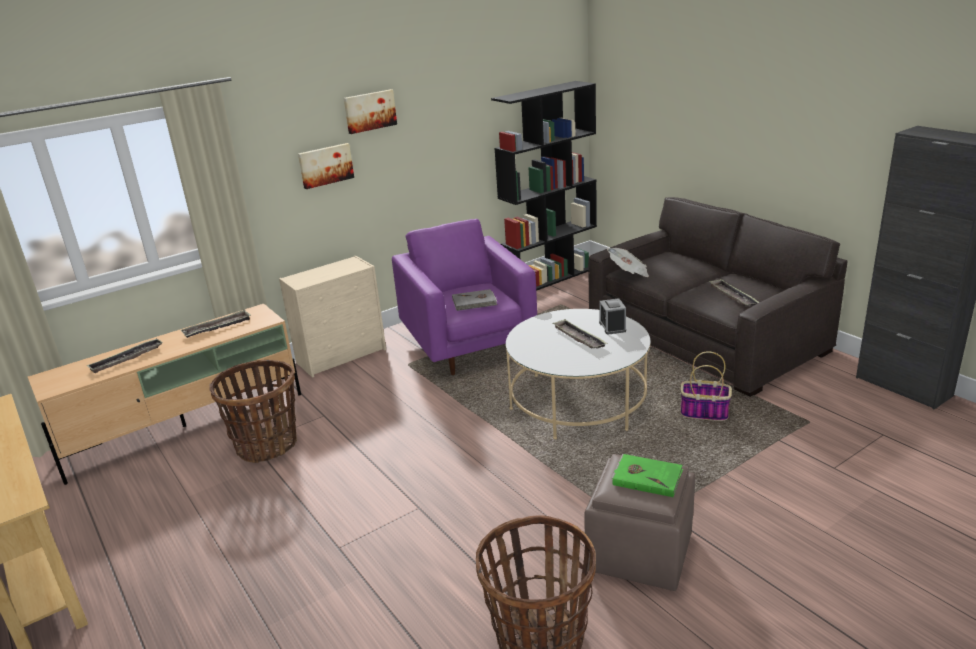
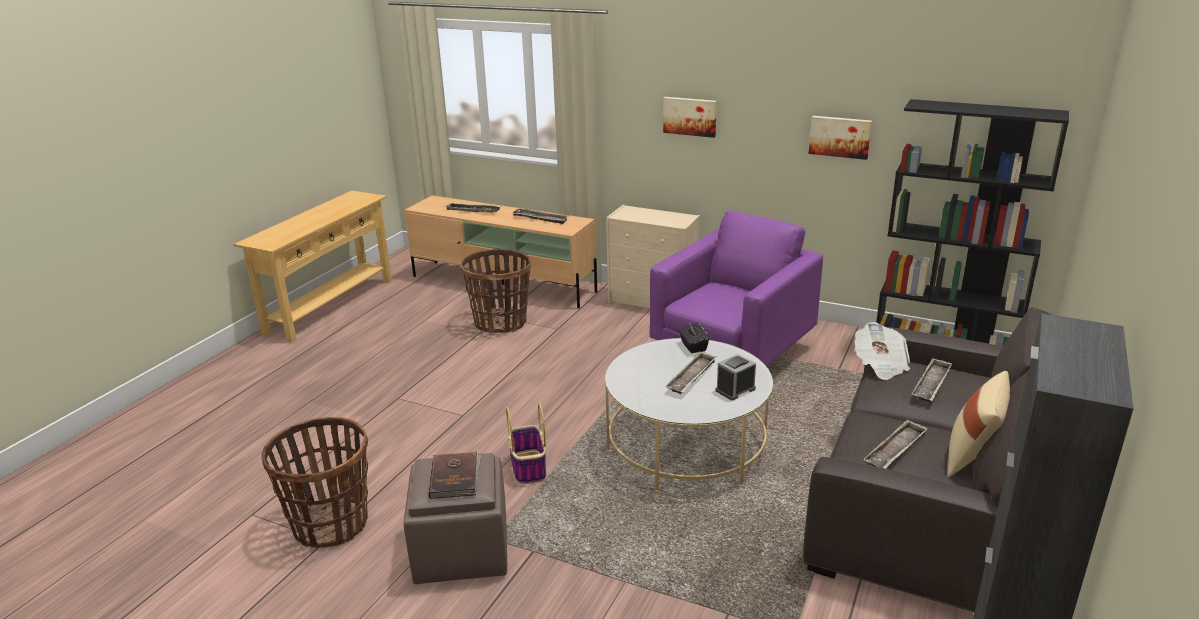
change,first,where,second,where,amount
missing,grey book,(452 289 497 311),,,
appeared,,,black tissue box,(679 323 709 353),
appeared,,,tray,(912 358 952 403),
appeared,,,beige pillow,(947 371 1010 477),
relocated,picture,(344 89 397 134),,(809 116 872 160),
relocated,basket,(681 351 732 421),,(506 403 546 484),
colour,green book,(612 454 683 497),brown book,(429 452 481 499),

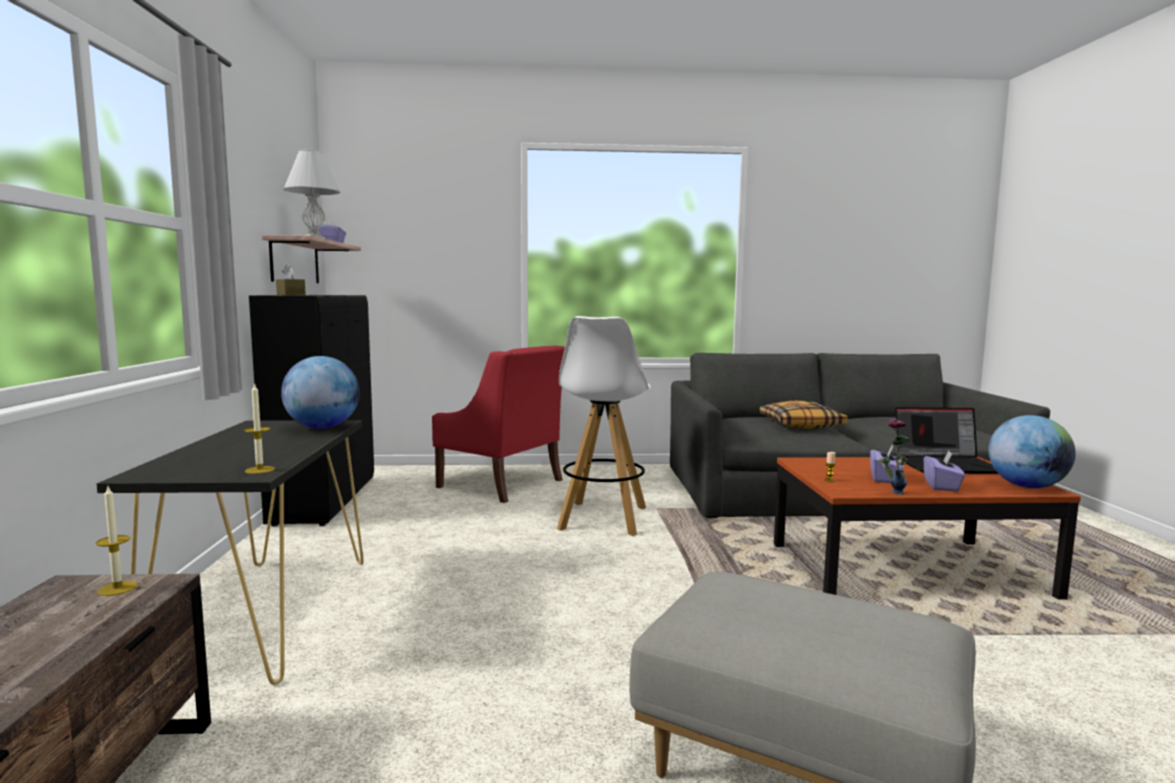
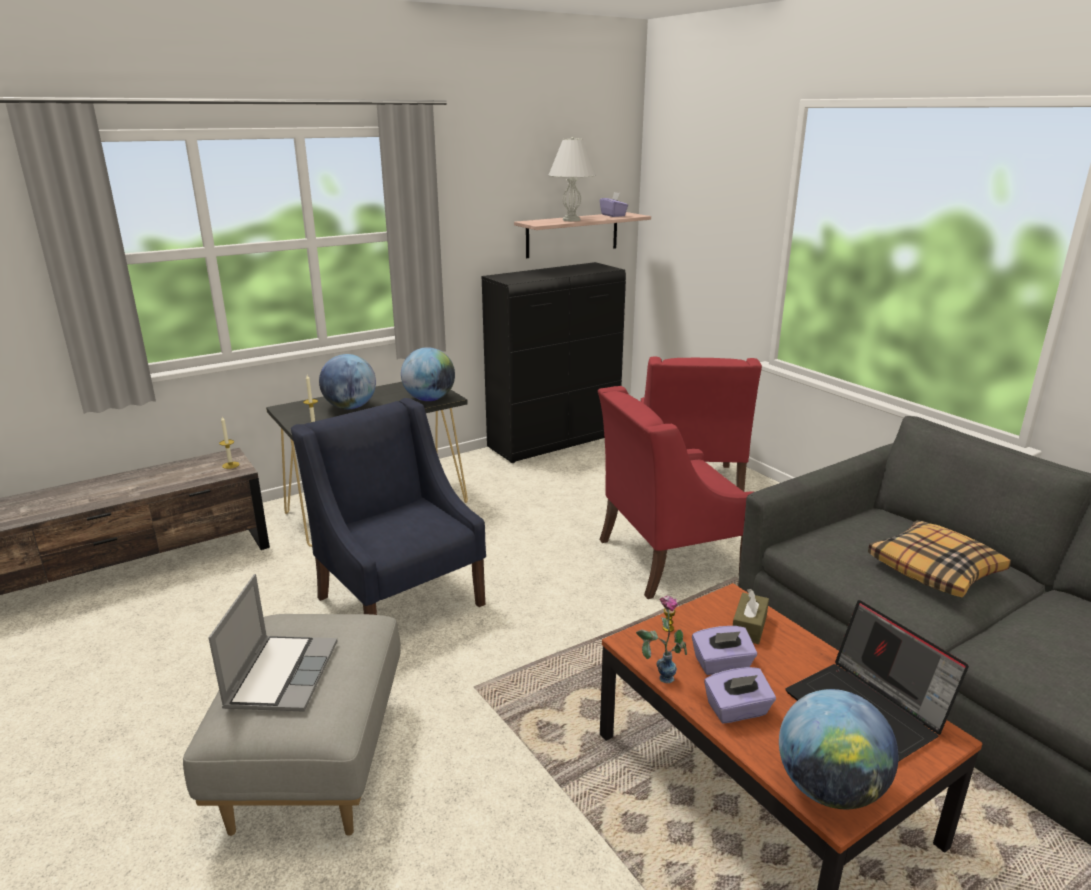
change,first,where,second,where,amount
appeared,,,laptop,(208 574 337 712),
appeared,,,blue armchair,(291 398 486 615),
appeared,,,globe,(319 354 376 409),
relocated,brown tissue box,(276 264 306 295),,(733 589 769 644),
exchanged,white stool,(557 316 650 536),red armchair,(598 386 753 599),

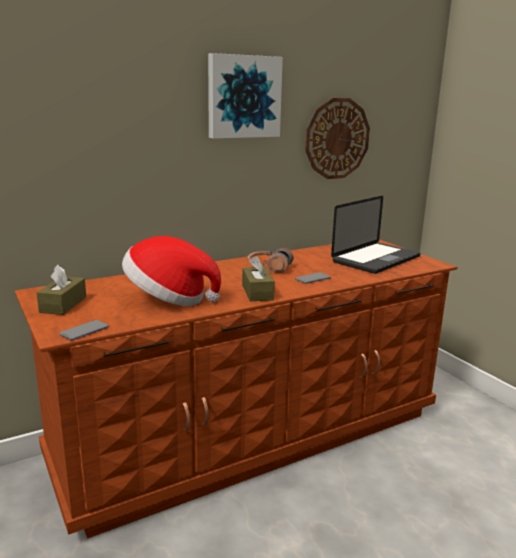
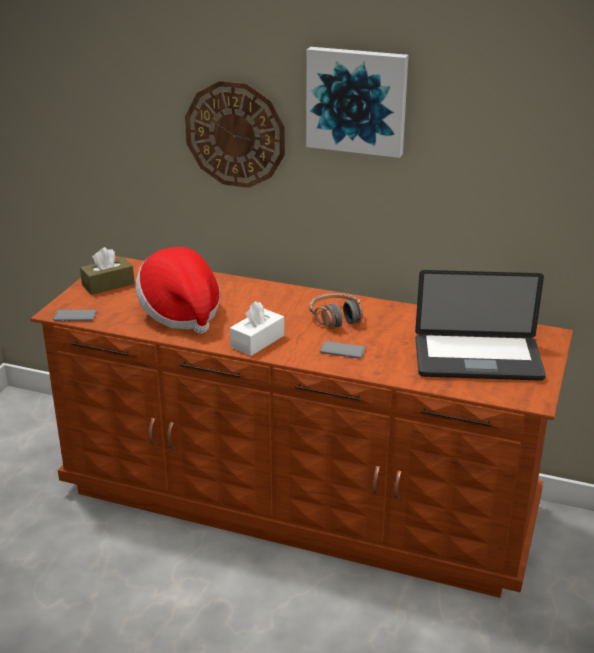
change,first,where,second,where,amount
relocated,wall clock,(305 98 370 179),,(185 81 285 188),
colour,brown tissue box,(242 256 275 301),white tissue box,(230 301 284 356),

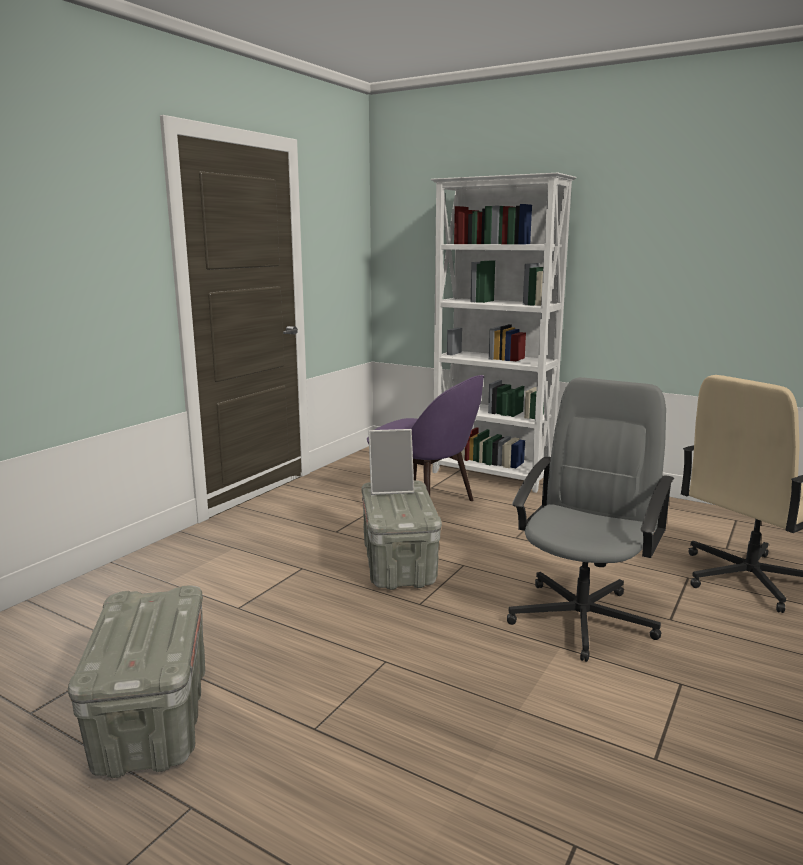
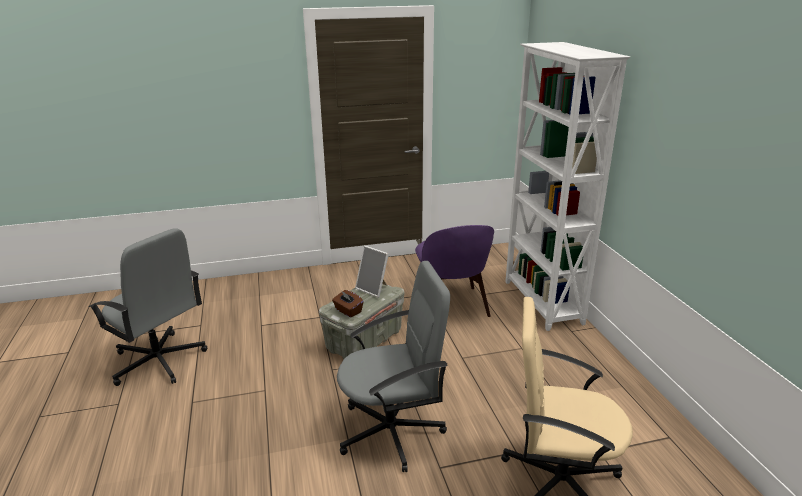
change,first,where,second,where,amount
appeared,,,brown tissue box,(332 290 364 317),
exchanged,grey storage box,(68 586 205 778),grey office chair,(89 228 207 386),

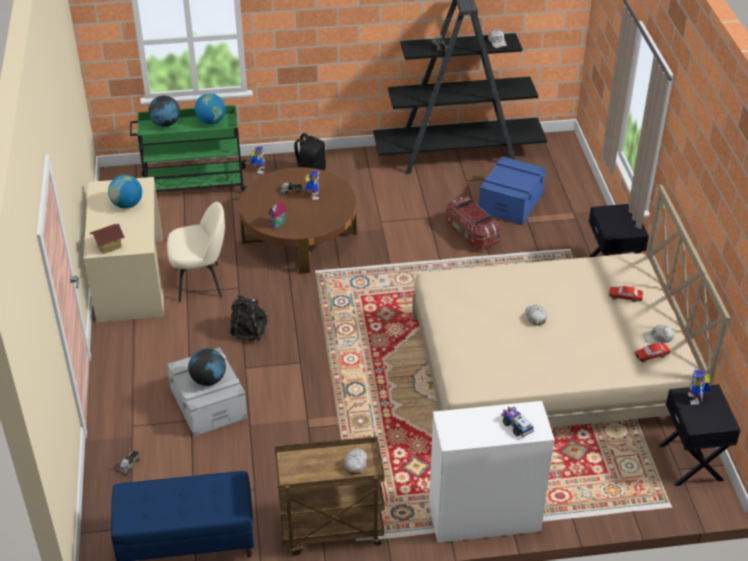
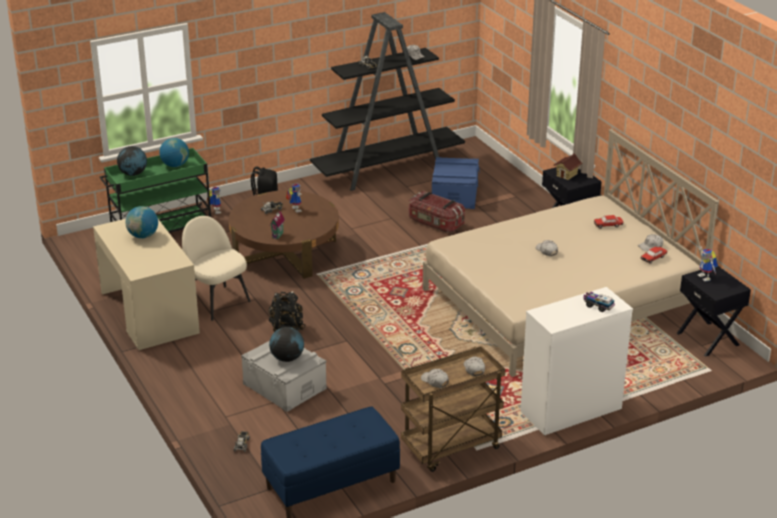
change,first,where,second,where,amount
appeared,,,white cap,(421 369 449 388),
relocated,toy house,(90 224 125 254),,(553 154 582 180),
spun,beige chair,(167 202 225 302),,(182 216 251 321),105 degrees counterclockwise

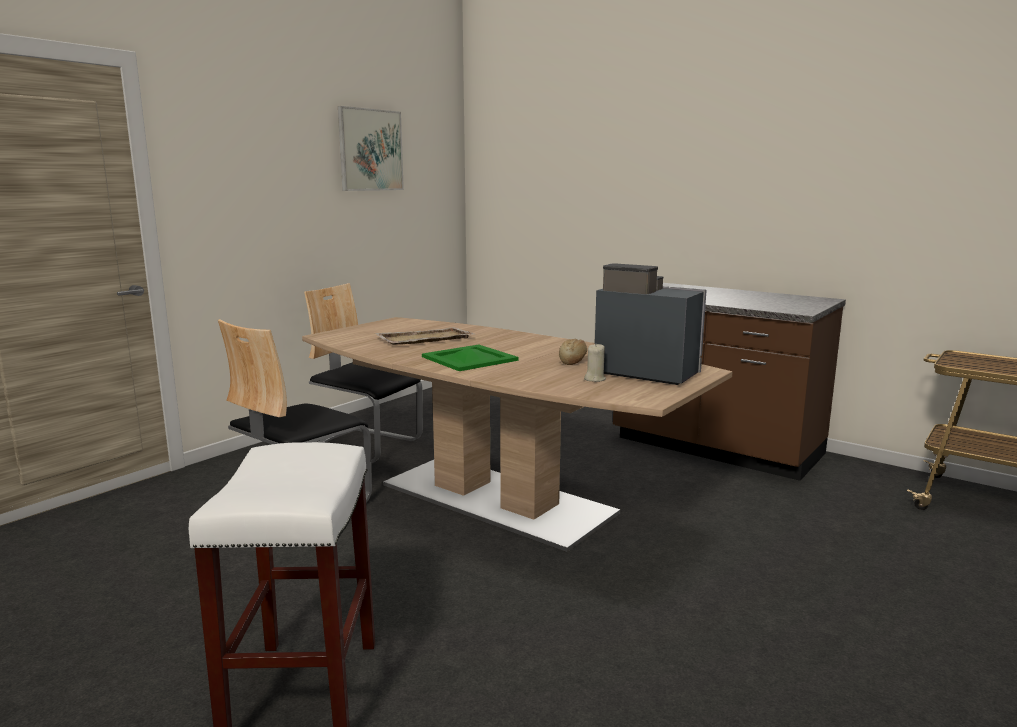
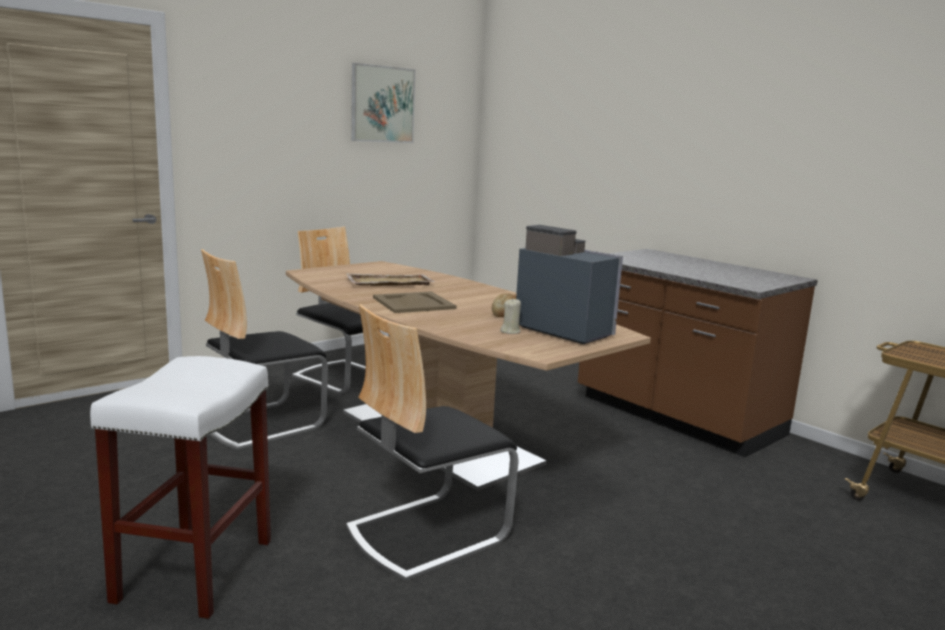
change,first,where,second,where,amount
appeared,,,chair,(346 304 519 581),
colour,green tray,(422 345 519 371),beige tray,(373 291 457 313),

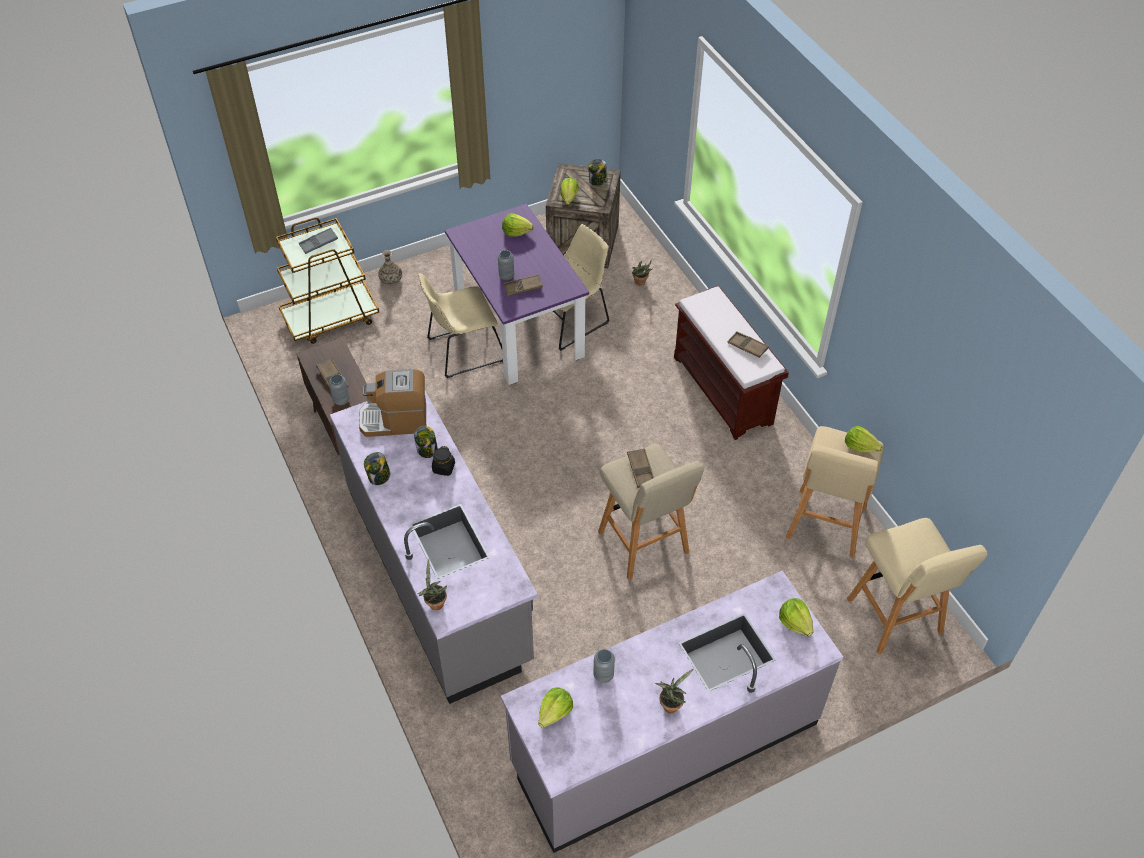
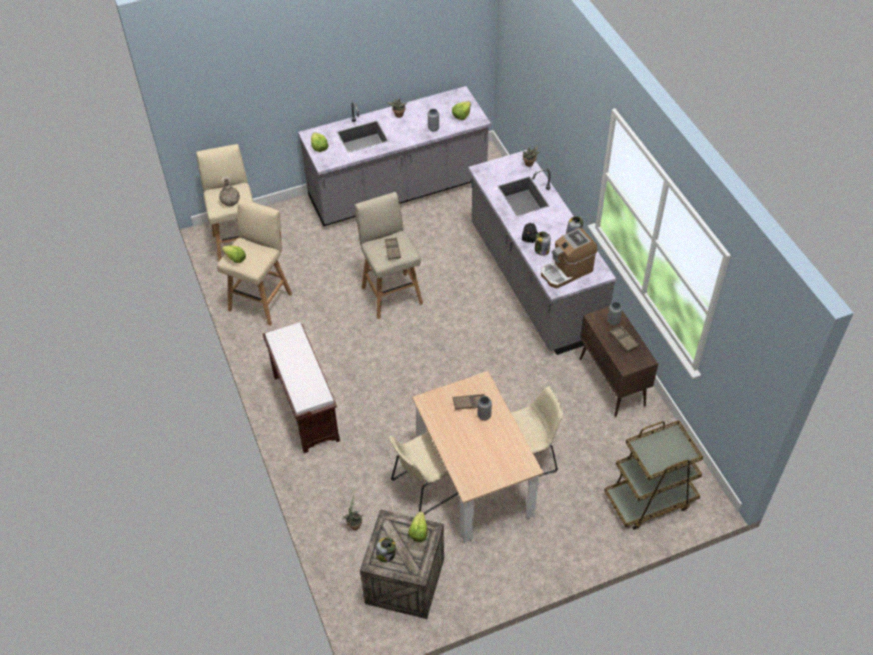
change,first,where,second,where,amount
missing,grey tray,(299 228 338 254),,,
missing,lettuce,(502 213 534 237),,,
missing,brown tray,(728 331 769 358),,,
relocated,vase,(378 250 402 286),,(219 176 240 206),
colour,purple dining table,(445 204 589 385),beige dining table,(412 371 543 543),
spun,coffee machine,(359 369 426 437),,(541 228 598 288),150 degrees clockwise

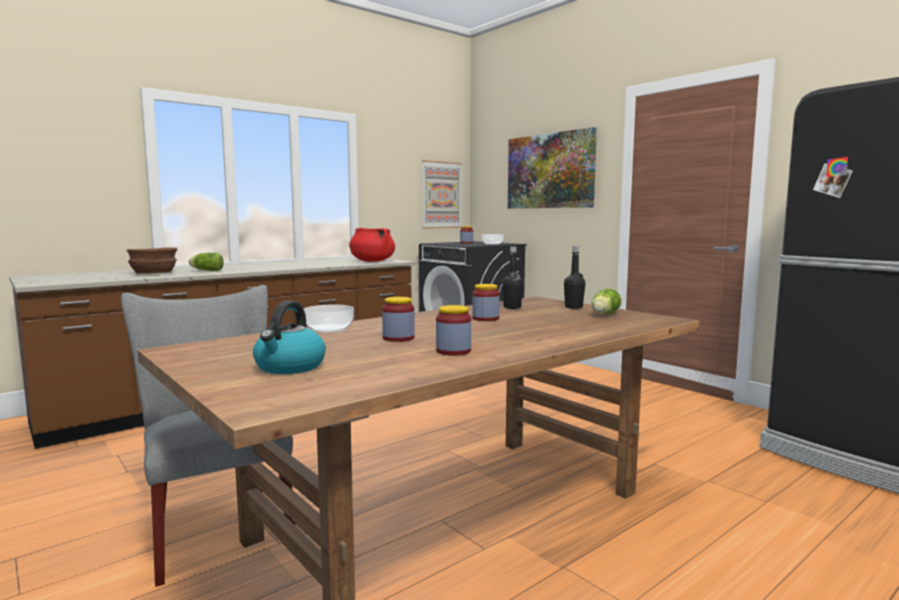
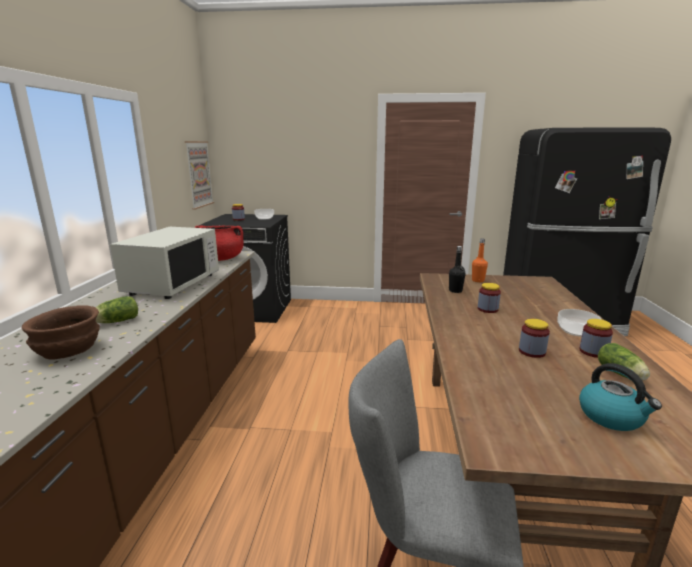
change,first,where,second,where,amount
missing,picture,(508 127 597 208),,,
appeared,,,white microwave,(110 227 219 299),
relocated,bowl,(304 305 354 333),,(557 309 602 337),
relocated,lettuce,(592 289 621 315),,(598 343 650 381),
colour,black bottle,(564 246 586 309),orange bottle,(472 239 488 282),

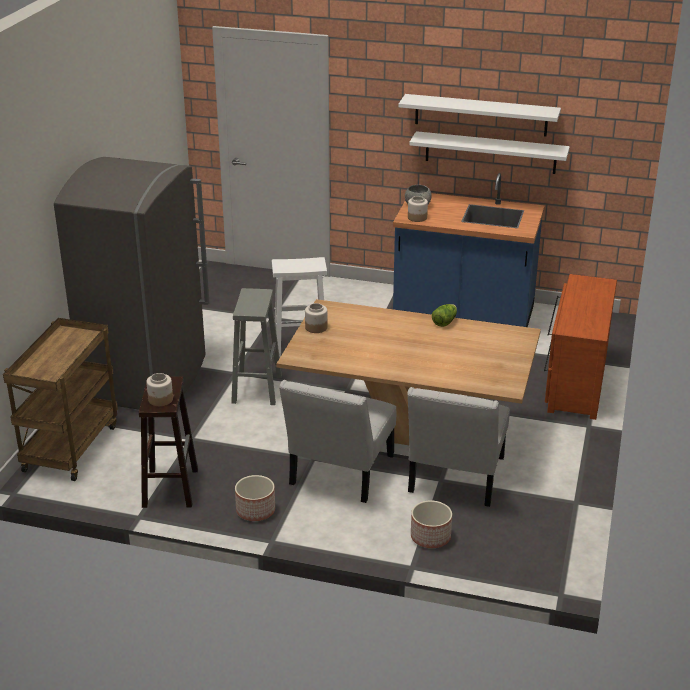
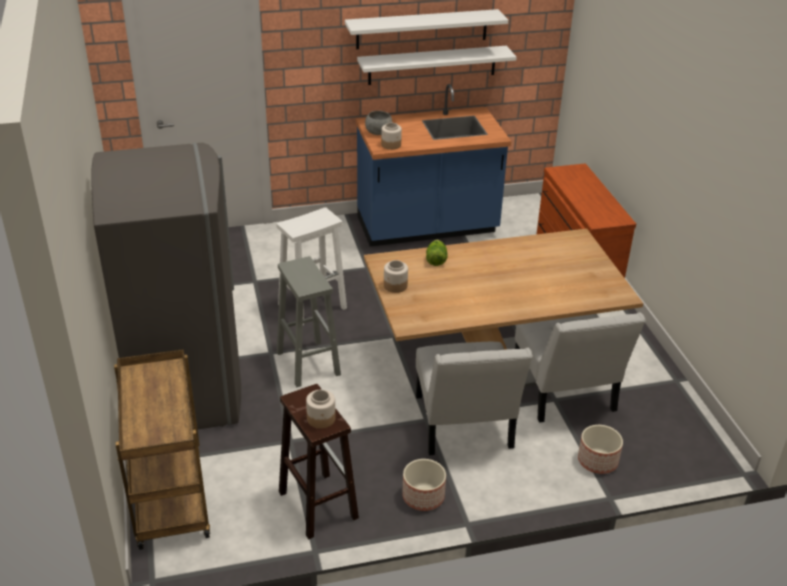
change,first,where,second,where,amount
relocated,lettuce,(432 304 457 327),,(426 240 448 266),

